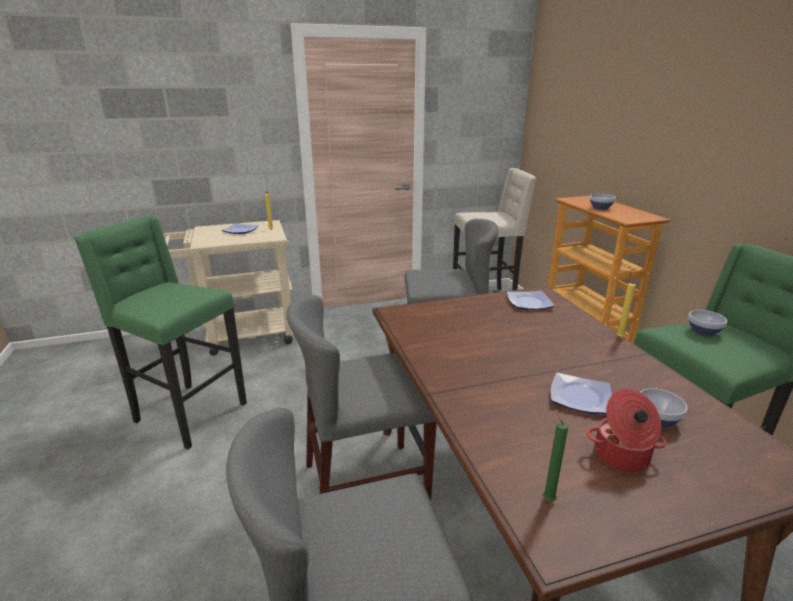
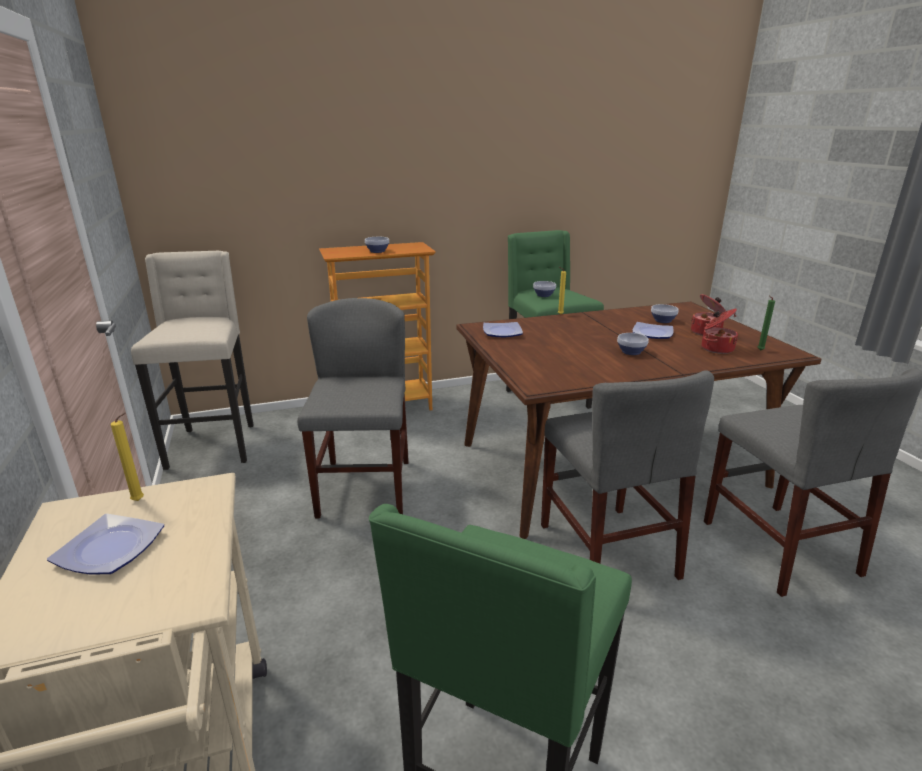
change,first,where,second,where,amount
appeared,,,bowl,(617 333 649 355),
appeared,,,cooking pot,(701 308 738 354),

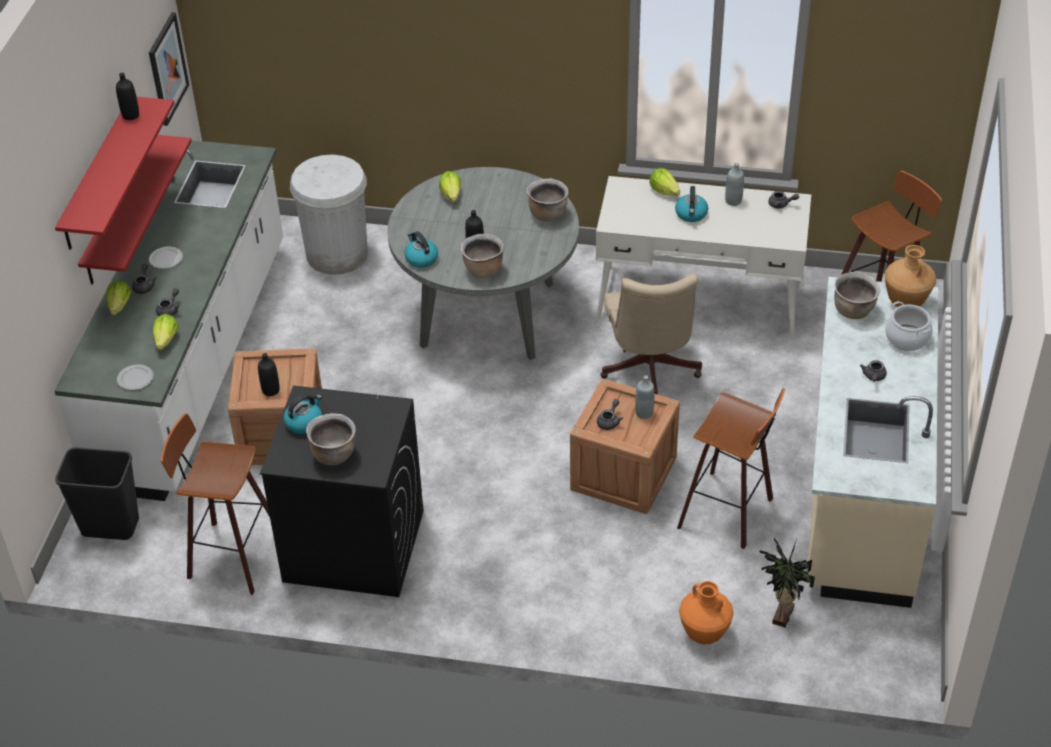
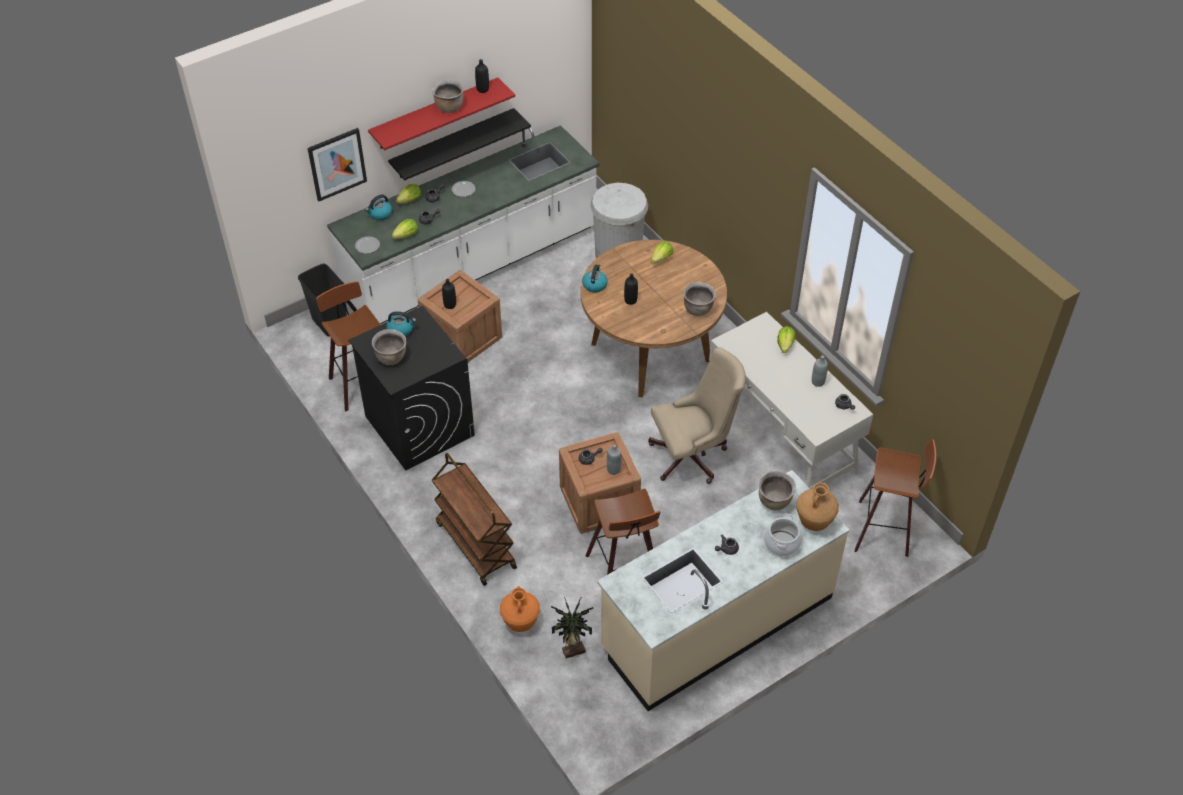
change,first,where,second,where,amount
appeared,,,brown cart,(432 453 517 586),
relocated,picture,(149 12 189 126),,(308 128 367 201),
relocated,brown cooking pot,(461 234 504 278),,(432 80 464 113),
relocated,kettle,(675 186 708 222),,(365 195 392 220),
colour,red shelf,(78 135 192 285),black shelf,(388 108 531 180),
colour,grey dining table,(387 167 579 360),brown dining table,(580 240 727 398),
spun,beige office chair,(600 273 702 394),,(648 347 746 484),150 degrees counterclockwise

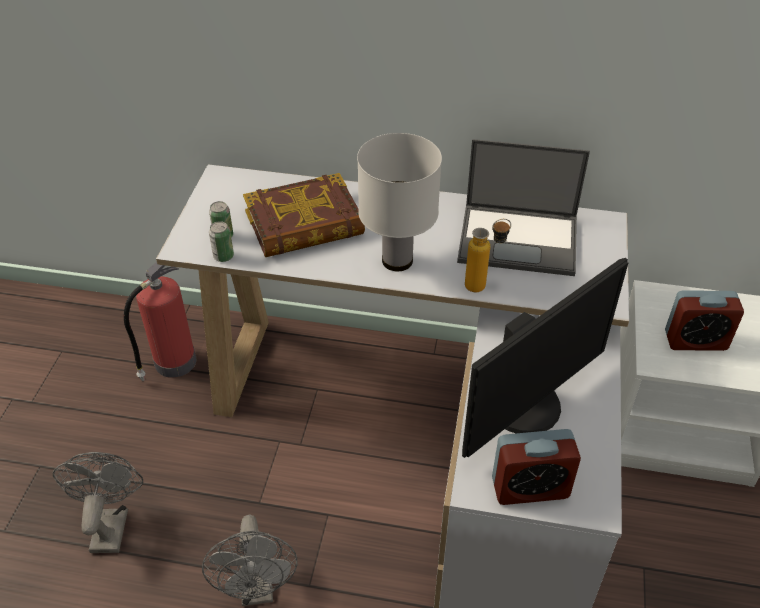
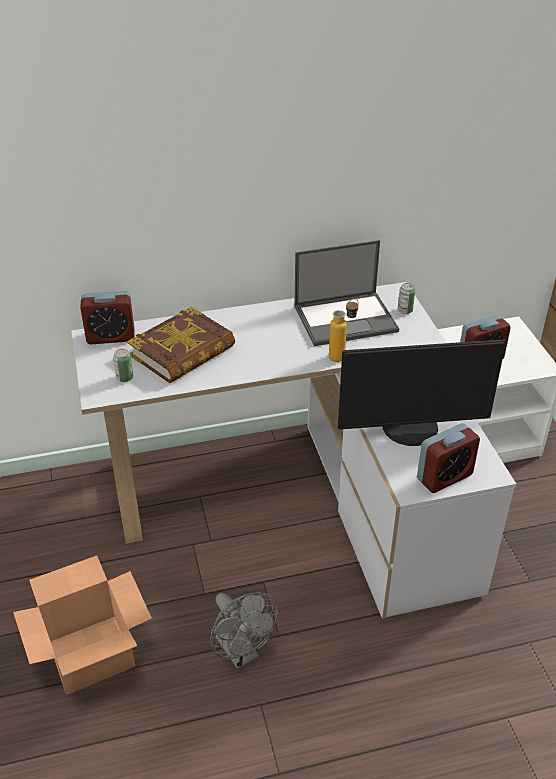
change,first,where,second,where,amount
missing,fire extinguisher,(124 262 196 381),,,
missing,white table lamp,(357 133 442 271),,,
appeared,,,alarm clock,(80 291 135 344),
relocated,can,(209 221 234 262),,(398 283 415 314),
exchanged,grey fan,(53 452 143 553),cardboard box,(13 556 152 695),
spun,monitor,(462 258 628 458),,(338 340 506 446),60 degrees clockwise

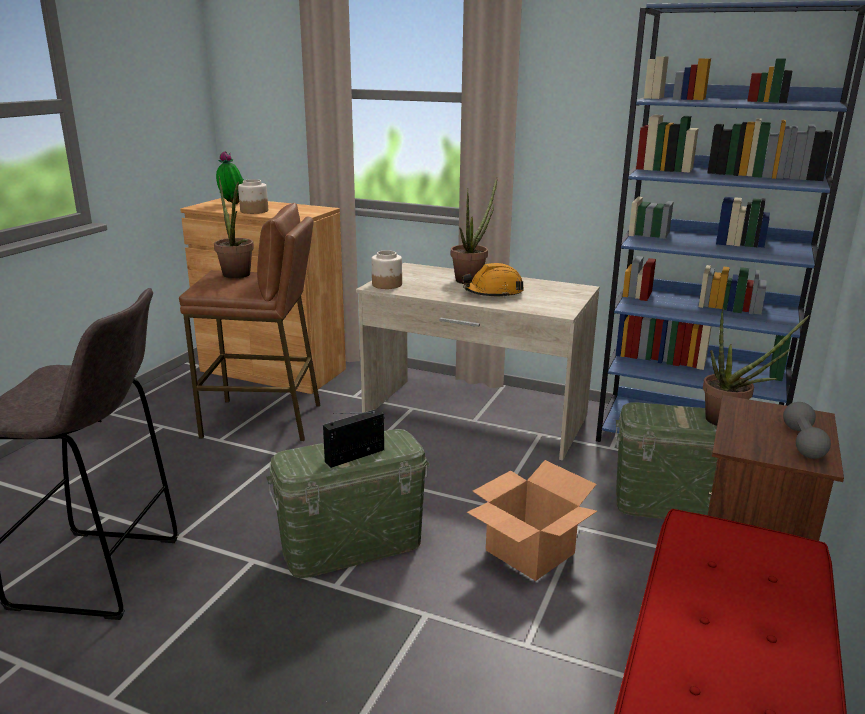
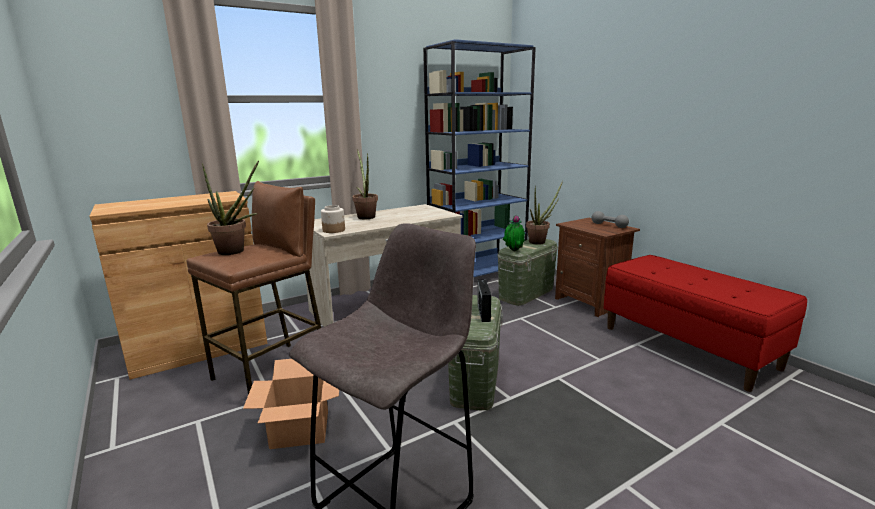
change,first,where,second,where,amount
missing,jar,(238 179 268 214),,,
missing,orange hard hat,(462 263 524 298),,,
relocated,potted plant,(216 151 244 204),,(503 215 525 251),
relocated,cardboard box,(467 460 597 581),,(243 359 339 449),

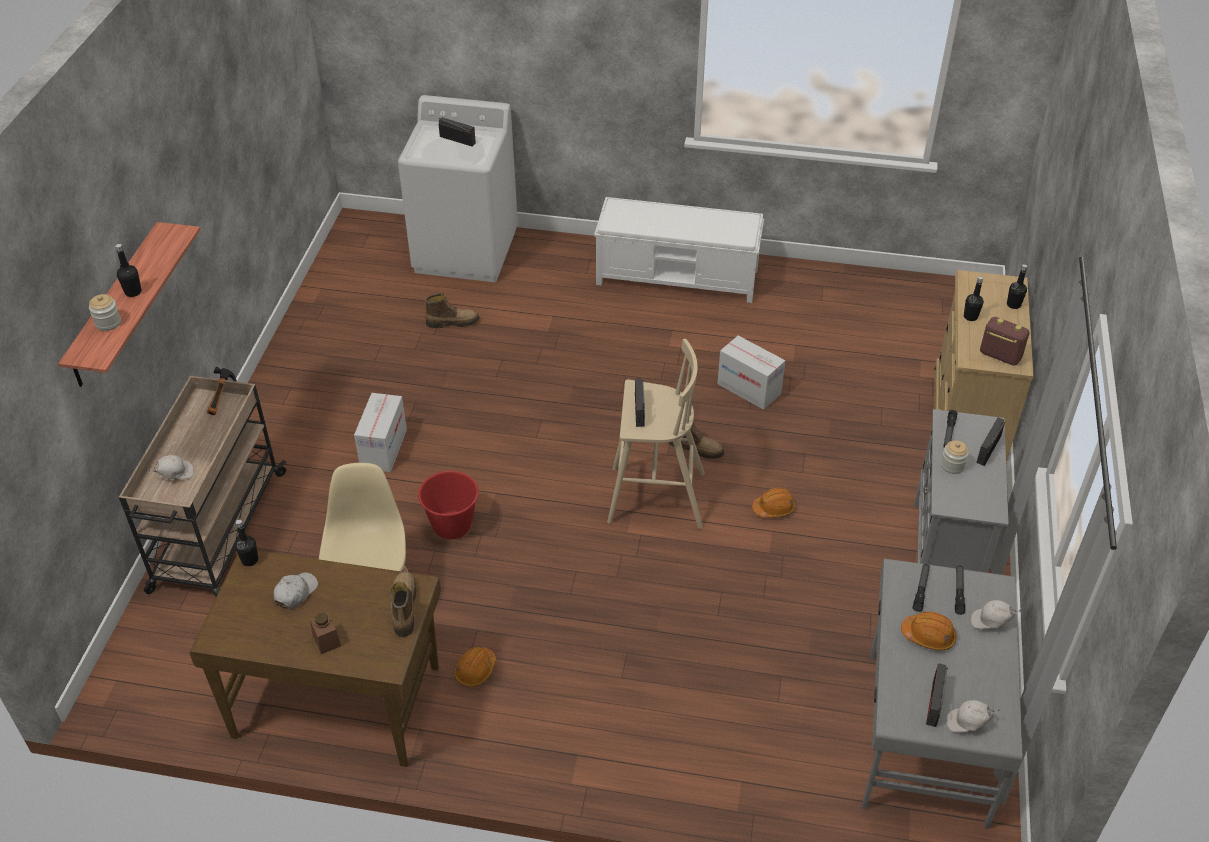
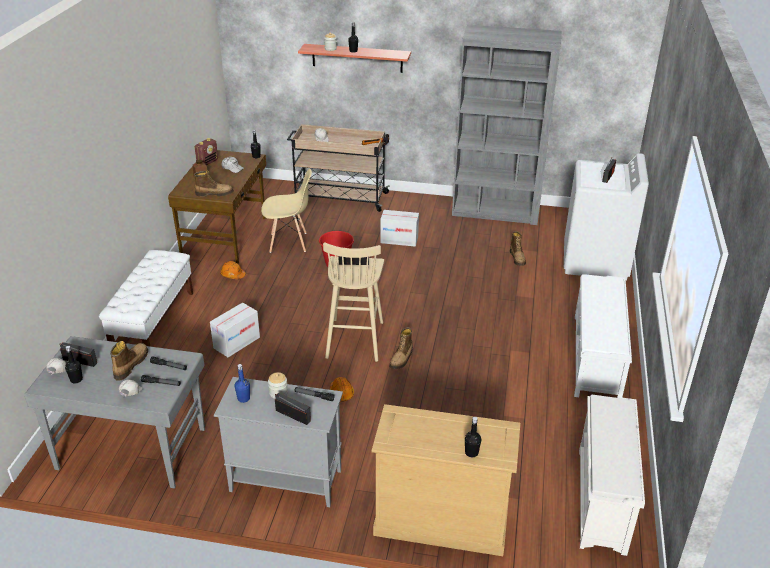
change,first,where,second,where,amount
appeared,,,white bench,(99 250 193 347),
appeared,,,blue bottle,(235 364 250 403),
appeared,,,grey bookcase,(452 25 561 225),
appeared,,,white shoe rack,(579 395 645 556),
relocated,cardboard box,(717 336 785 410),,(210 302 260 357),
relocated,black bottle,(964 276 984 321),,(65 346 83 383),
relocated,radio,(980 317 1029 366),,(195 138 218 165),
exchanged,orange hard hat,(901 611 957 651),boot,(110 341 148 381),

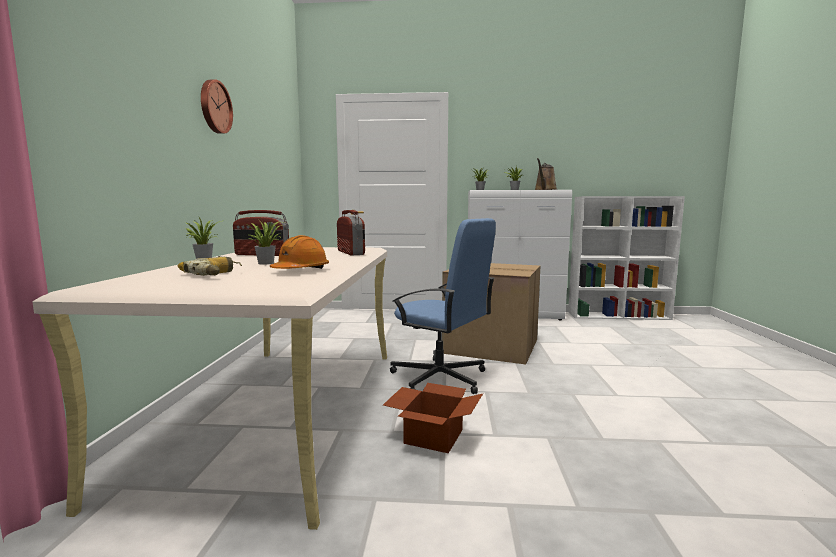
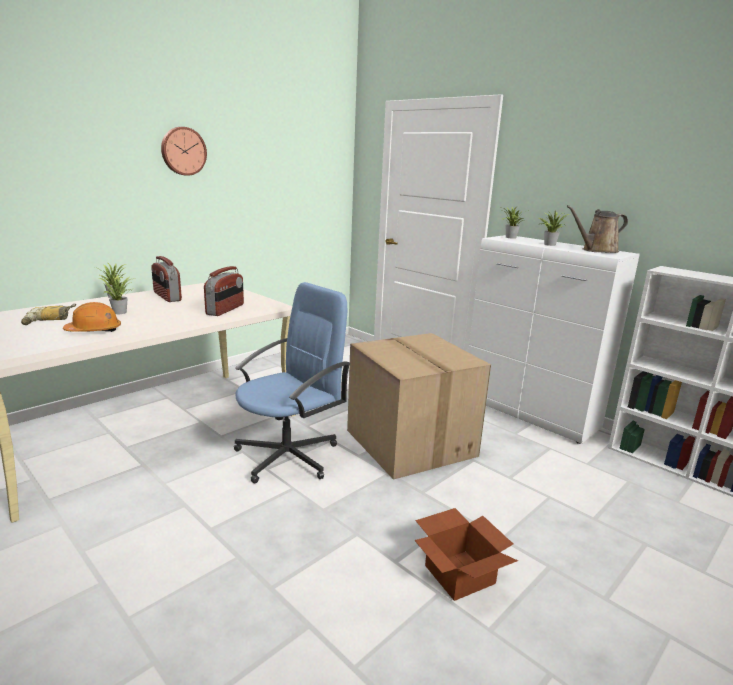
change,first,where,second,where,amount
relocated,cardboard box,(383 383 483 453),,(414 508 518 601),
spun,blue office chair,(390 218 496 394),,(234 282 351 484),120 degrees counterclockwise

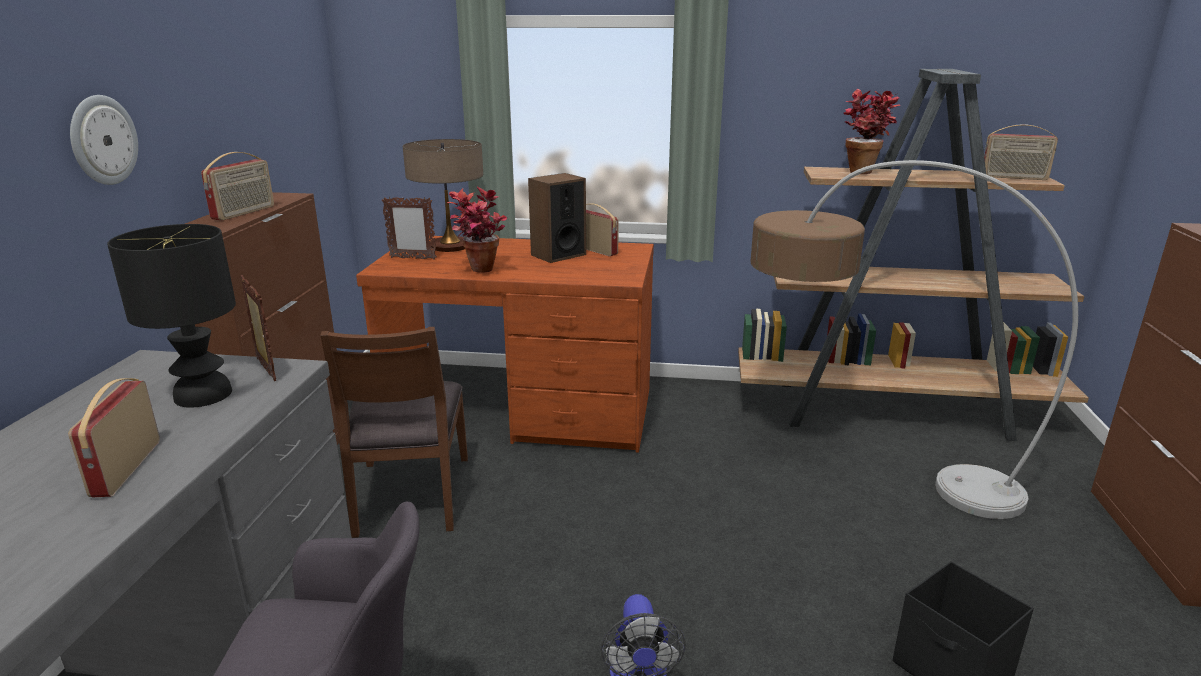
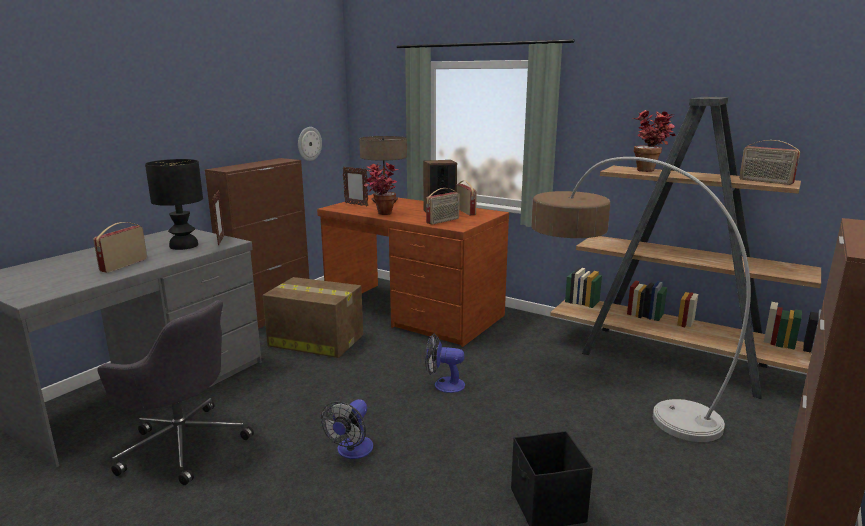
change,first,where,second,where,amount
appeared,,,fan,(425 334 465 393),
relocated,wall clock,(70 95 138 185),,(298 127 322 161),
relocated,radio,(201 152 274 221),,(426 188 460 225),
exchanged,brown chair,(320 327 468 538),cardboard box,(263 277 363 358),

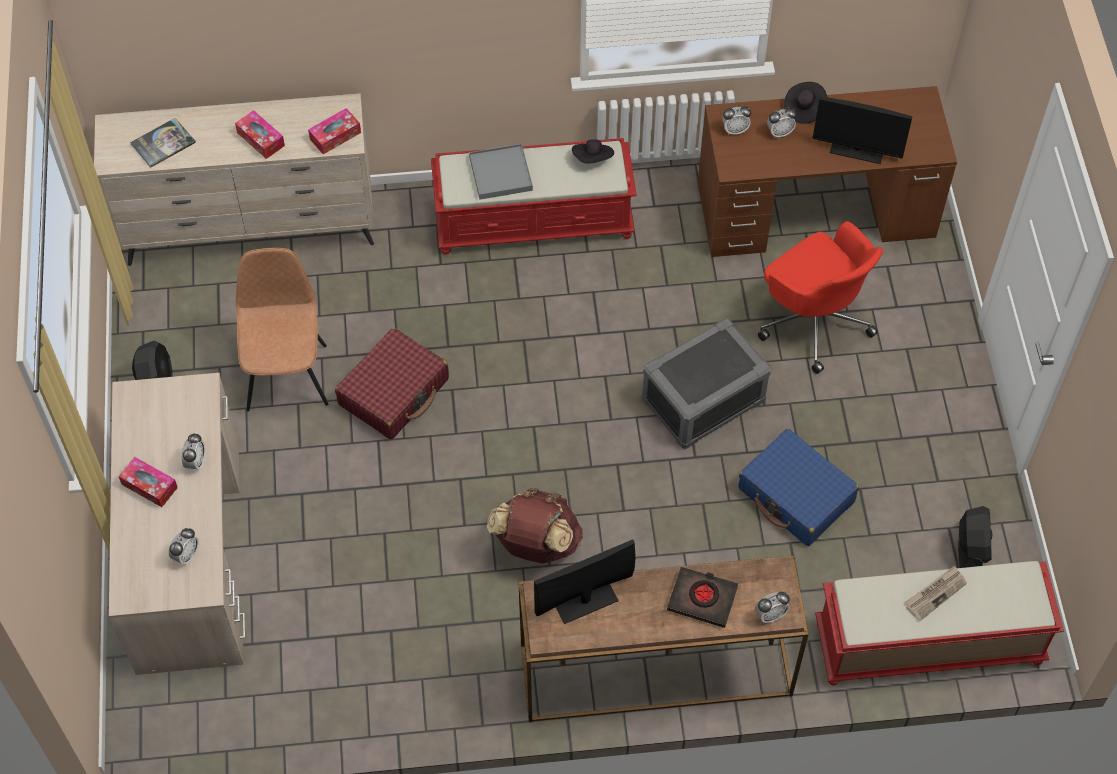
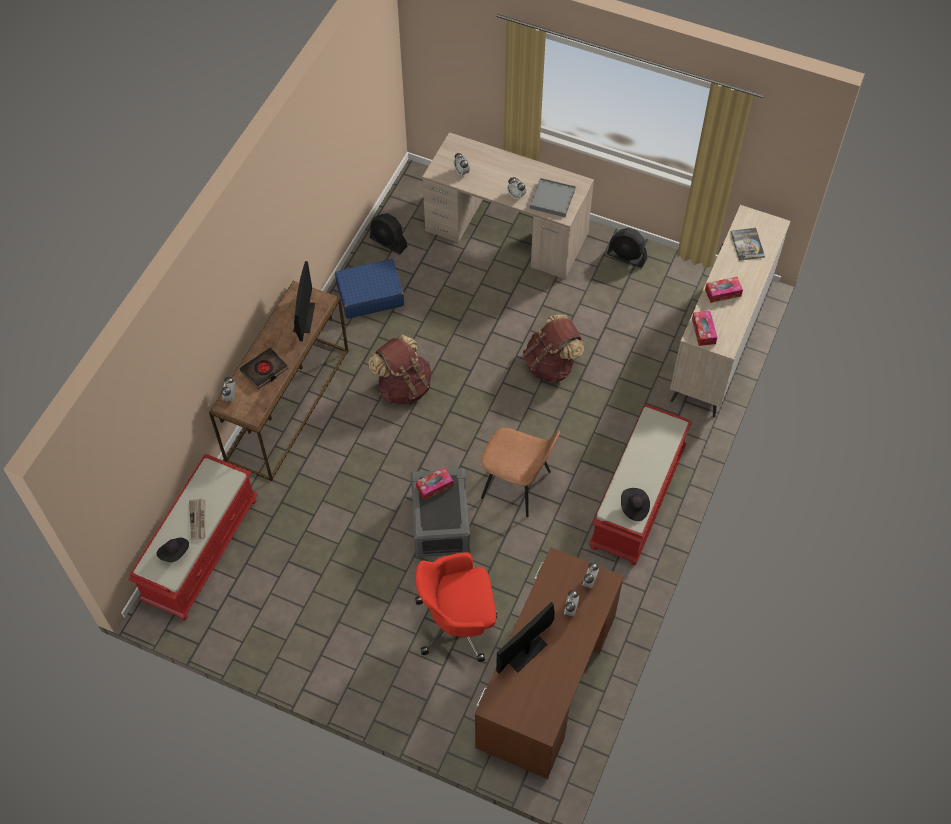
change,first,where,second,where,amount
relocated,tissue box,(119 457 178 507),,(416 468 453 500),
relocated,brown chair,(236 248 328 411),,(481 428 560 517),
relocated,grey tray,(469 144 533 200),,(530 178 575 217),
relocated,blue suitcase,(738 429 859 546),,(335 259 404 319),
relocated,black hat,(784 82 827 124),,(156 538 189 562),
relocated,black fan,(958 506 993 568),,(370 213 408 255),
exchanged,red suitcase,(335 328 449 439),brown backpack,(523 314 584 383),

